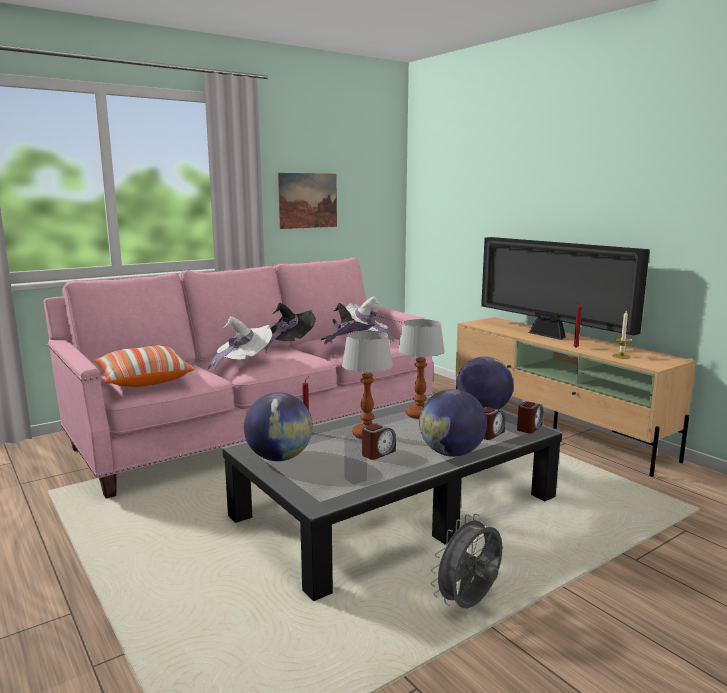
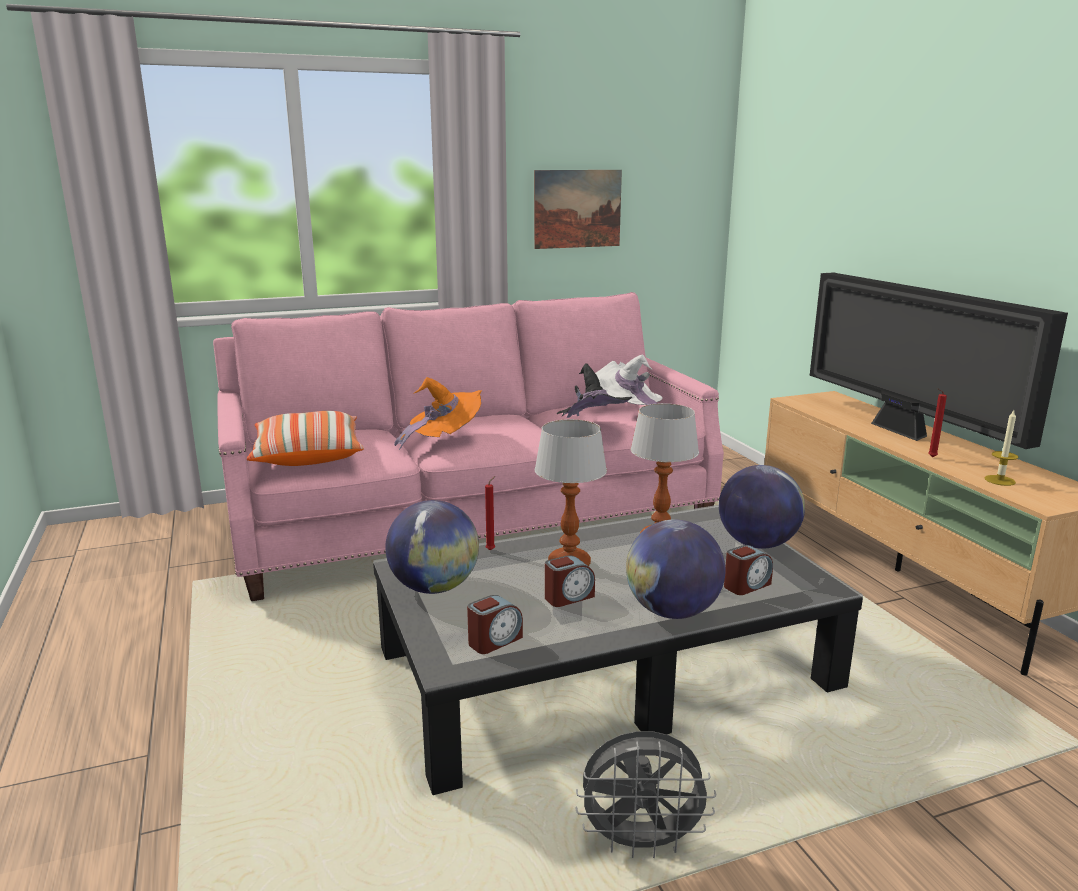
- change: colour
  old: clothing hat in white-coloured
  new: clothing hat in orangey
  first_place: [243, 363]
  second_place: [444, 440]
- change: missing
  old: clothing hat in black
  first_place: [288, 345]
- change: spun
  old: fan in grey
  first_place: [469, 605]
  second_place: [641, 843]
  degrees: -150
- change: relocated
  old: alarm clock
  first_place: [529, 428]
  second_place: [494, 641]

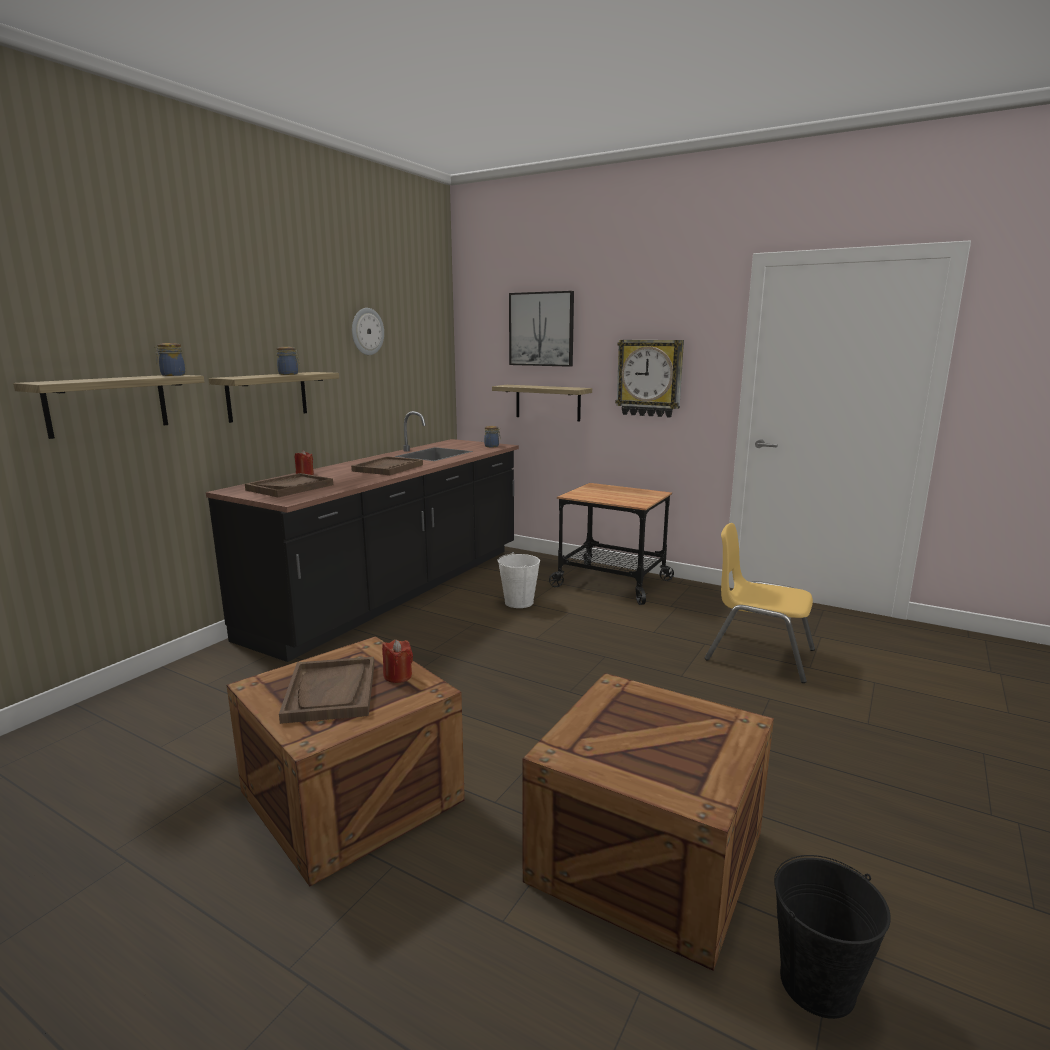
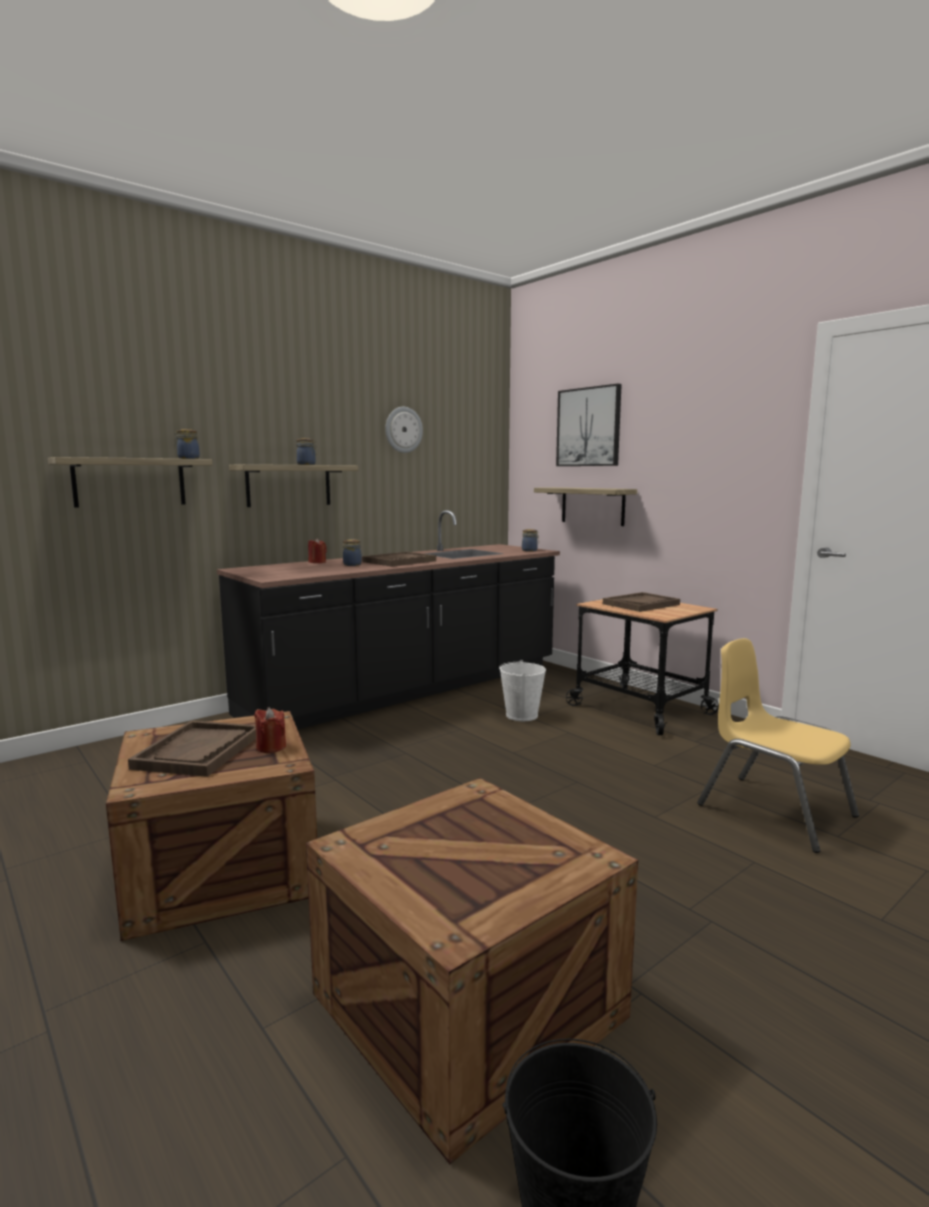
- change: relocated
  old: carrying tray in brown
  first_place: [290, 487]
  second_place: [641, 604]
- change: missing
  old: wall clock
  first_place: [649, 378]
- change: appeared
  new: storage jar
  second_place: [352, 564]

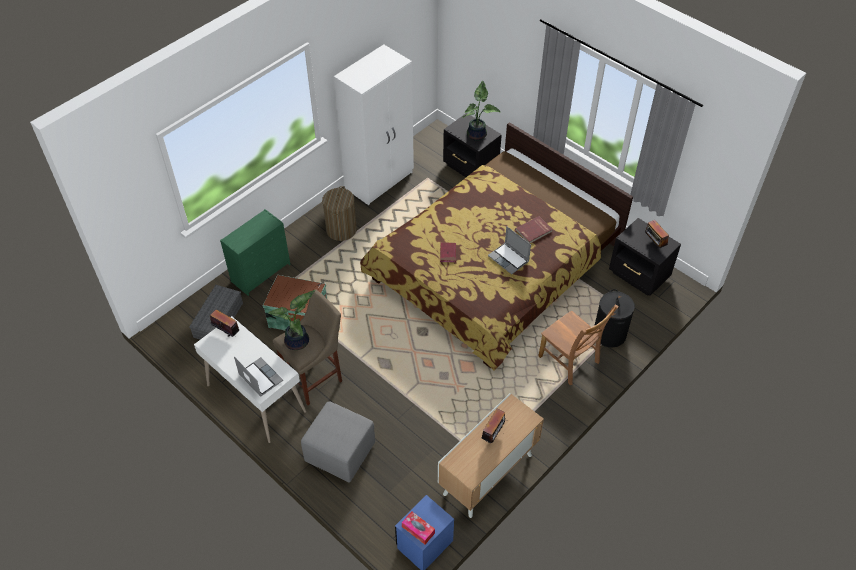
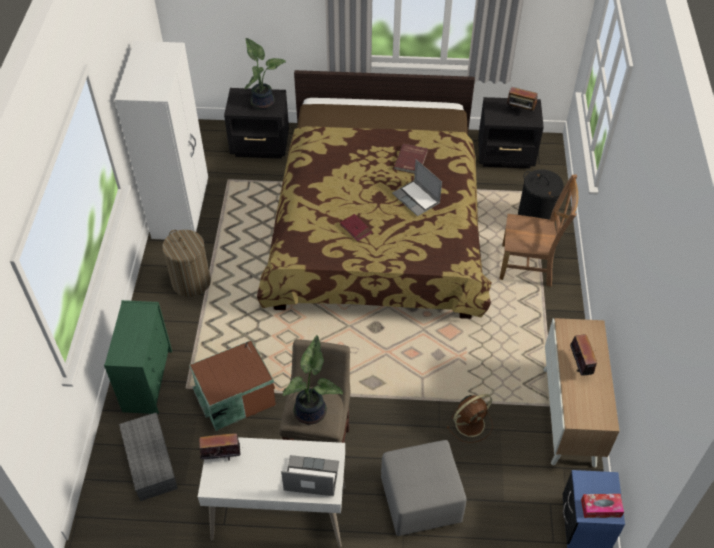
- change: spun
  old: notebook computer
  first_place: [509, 259]
  second_place: [417, 199]
  degrees: 45
- change: appeared
  new: fan in brown
  second_place: [471, 423]

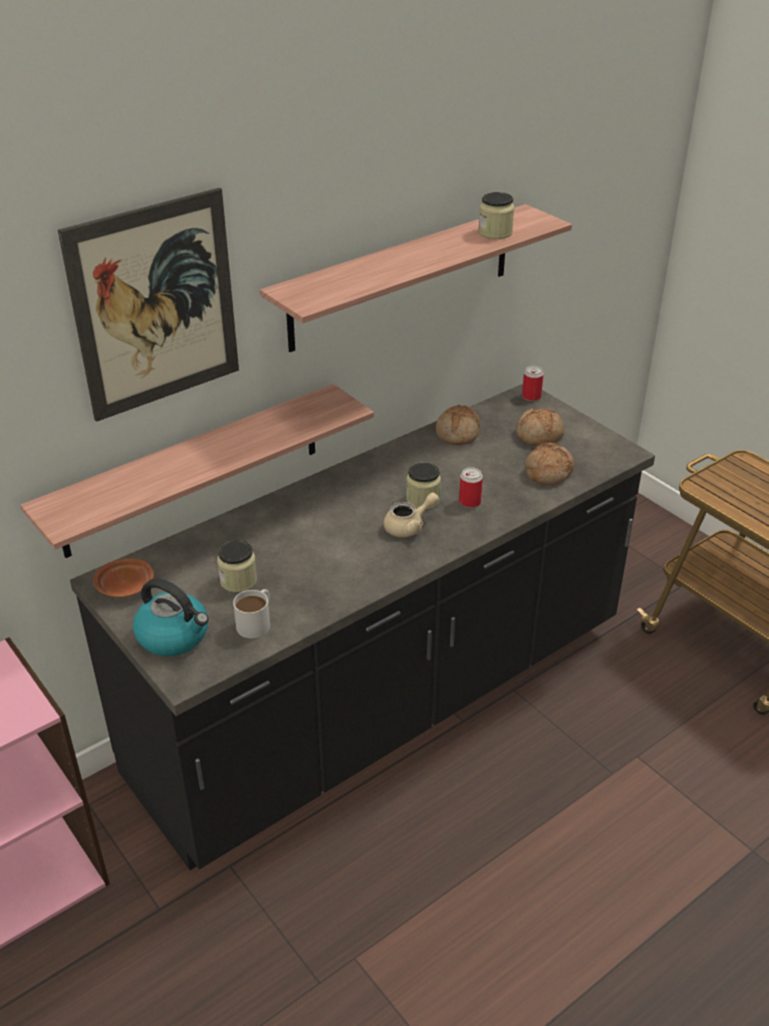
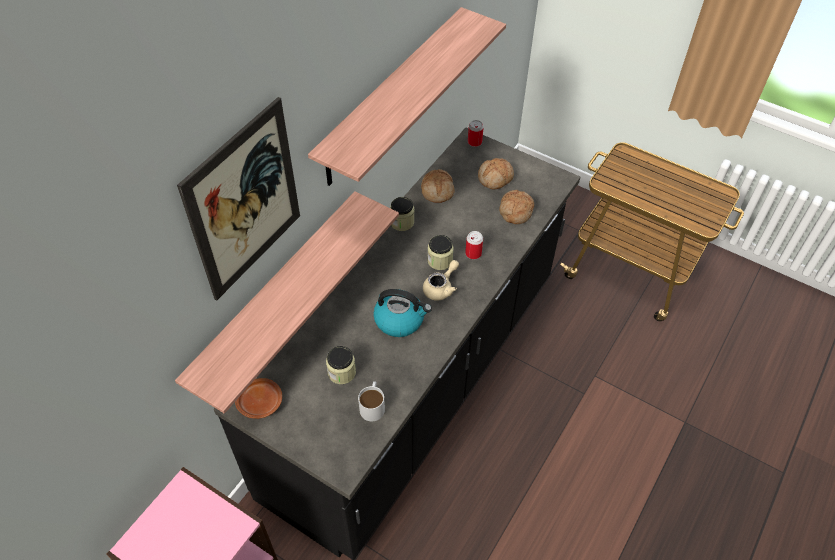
- change: relocated
  old: water kettle
  first_place: [174, 636]
  second_place: [400, 320]
- change: relocated
  old: storage jar
  first_place: [495, 232]
  second_place: [402, 222]

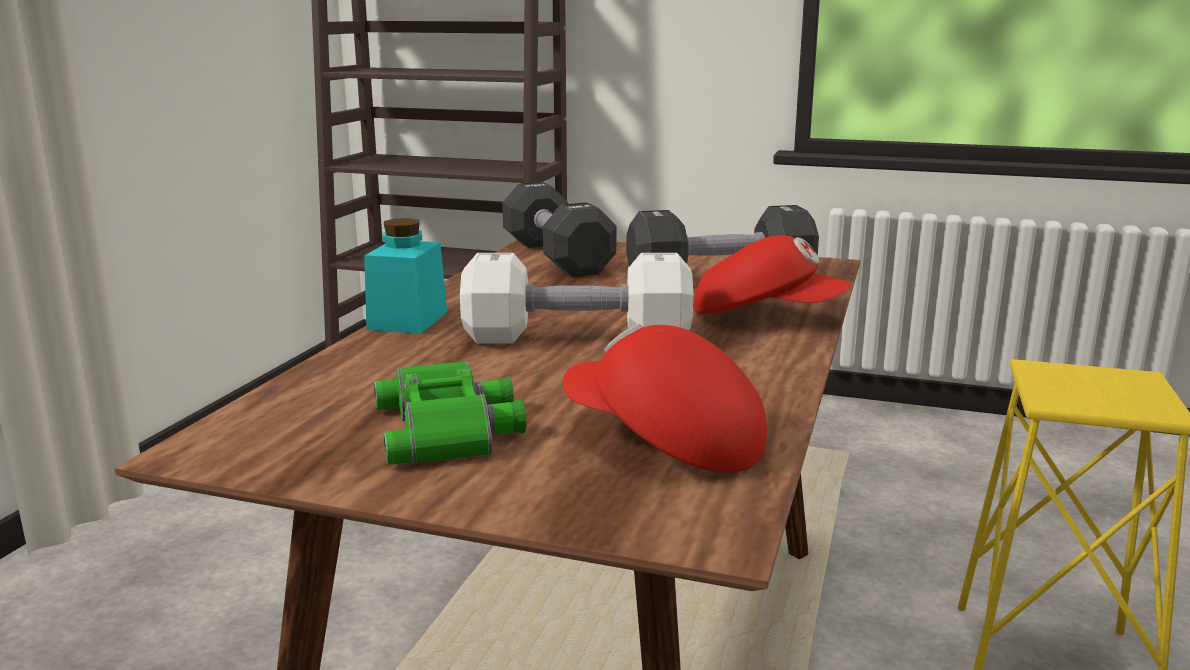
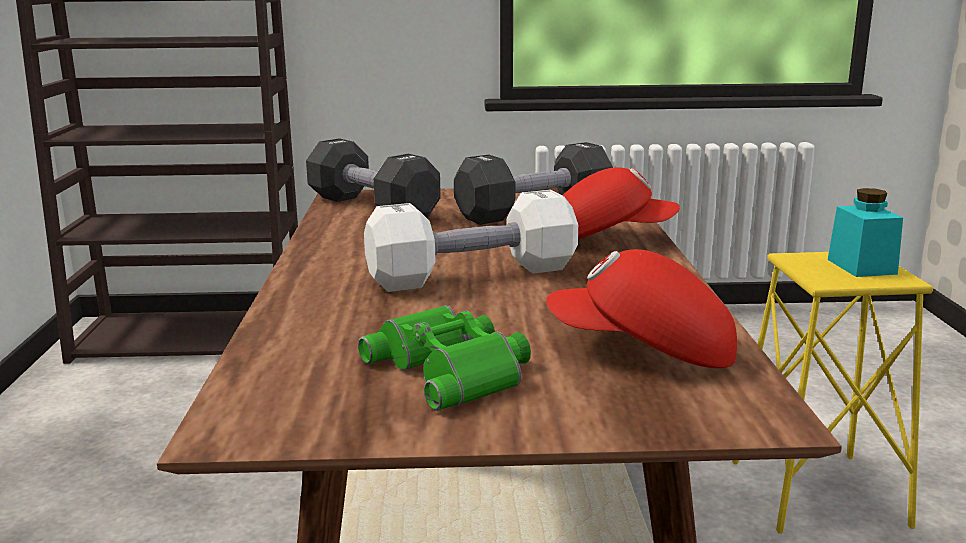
- change: relocated
  old: storage jar in blue-green
  first_place: [407, 320]
  second_place: [861, 267]

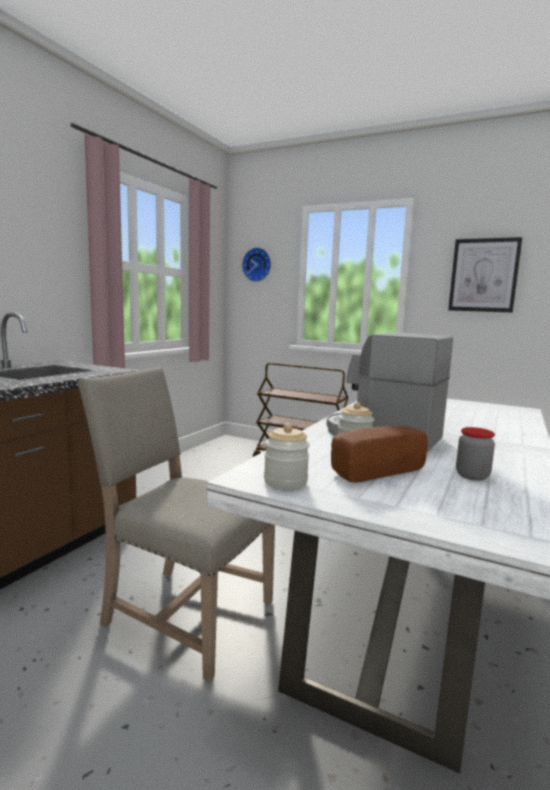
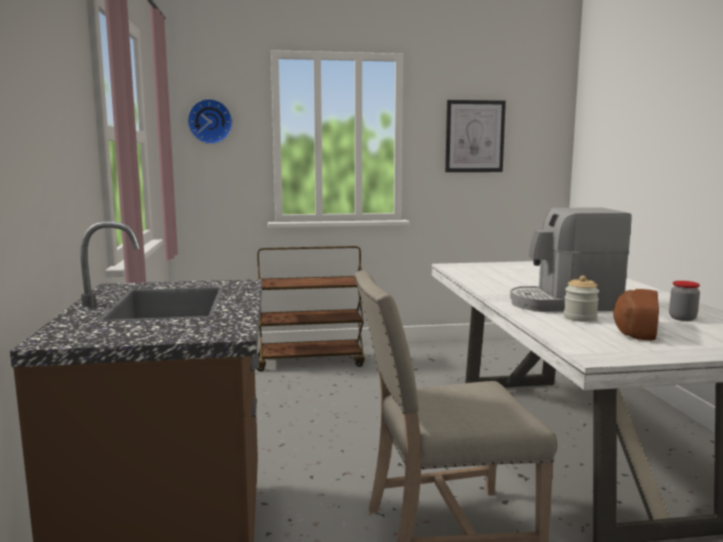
- change: missing
  old: storage jar
  first_place: [285, 481]

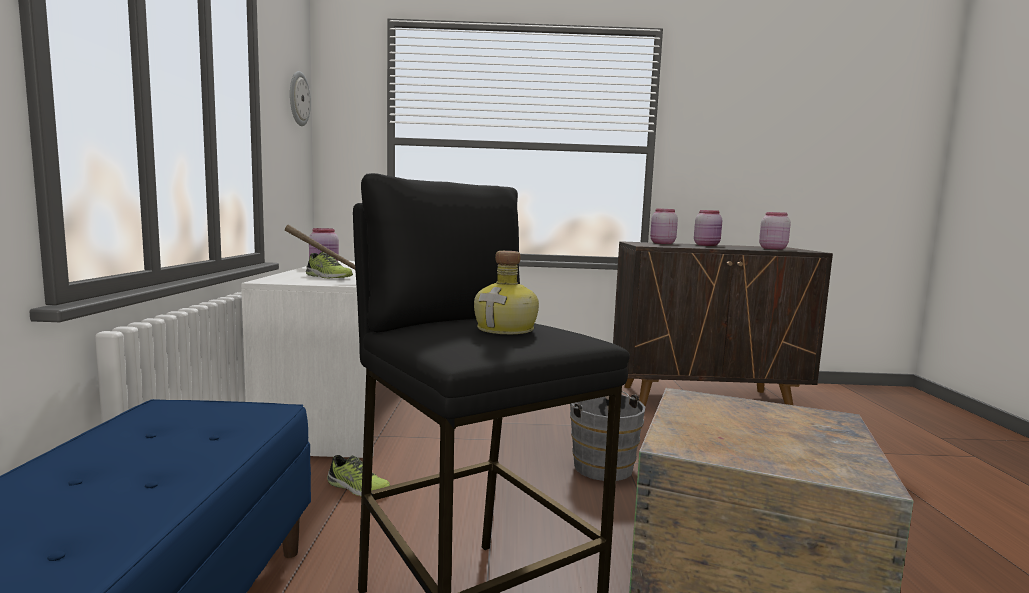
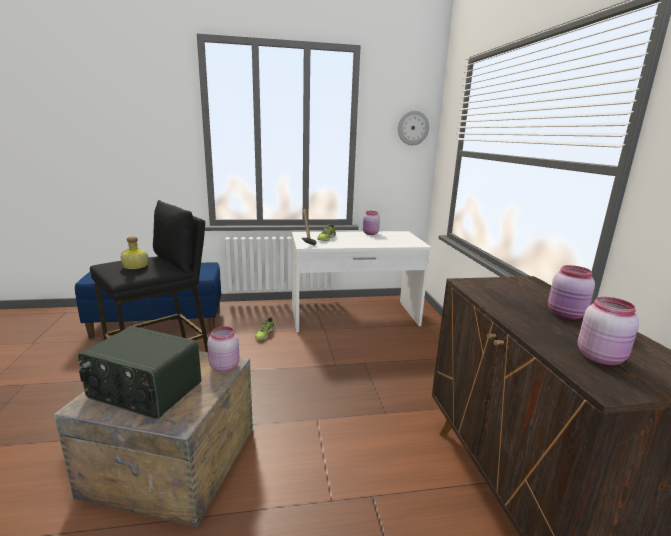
- change: missing
  old: water bucket in grey
  first_place: [600, 465]
- change: relocated
  old: storage jar in pink
  first_place: [661, 243]
  second_place: [224, 366]
- change: appeared
  new: radio set
  second_place: [144, 391]

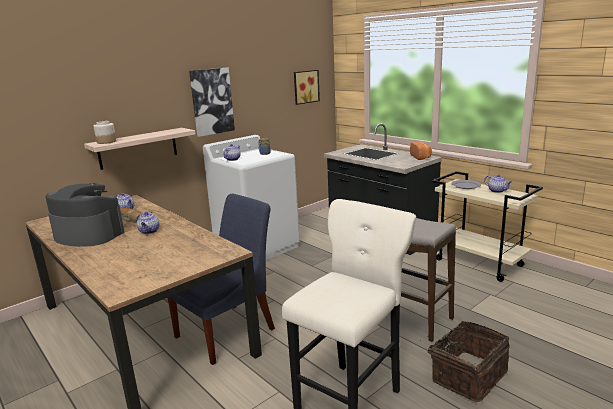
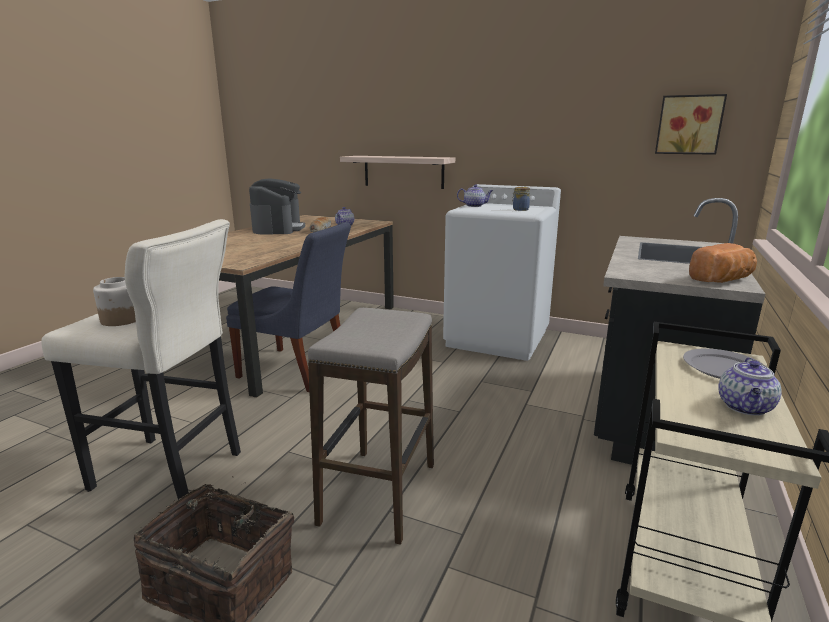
- change: relocated
  old: storage jar
  first_place: [106, 142]
  second_place: [121, 319]
- change: missing
  old: pot for tea
  first_place: [149, 231]
- change: missing
  old: picture
  first_place: [211, 101]

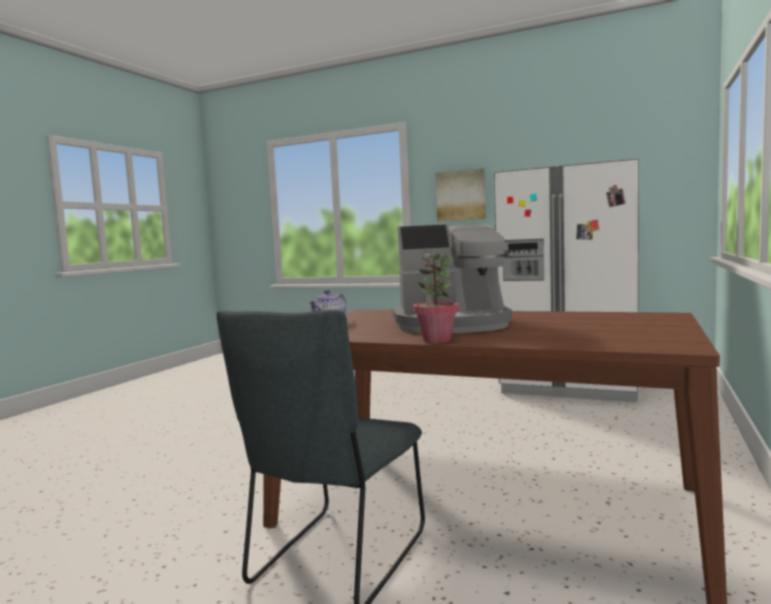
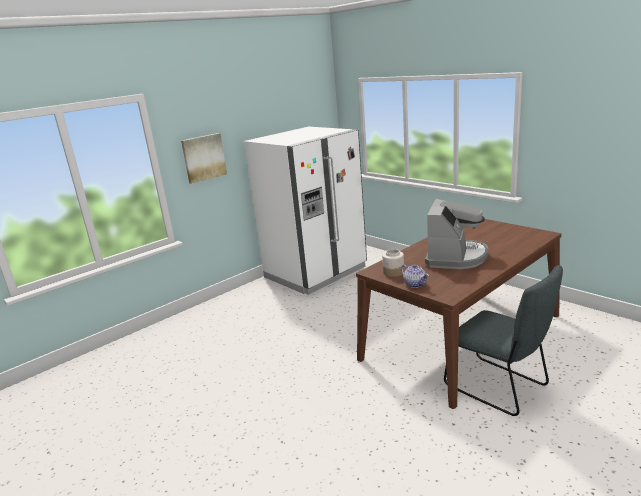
- change: missing
  old: plant in a pot
  first_place: [436, 340]
- change: appeared
  new: storage jar
  second_place: [393, 272]

